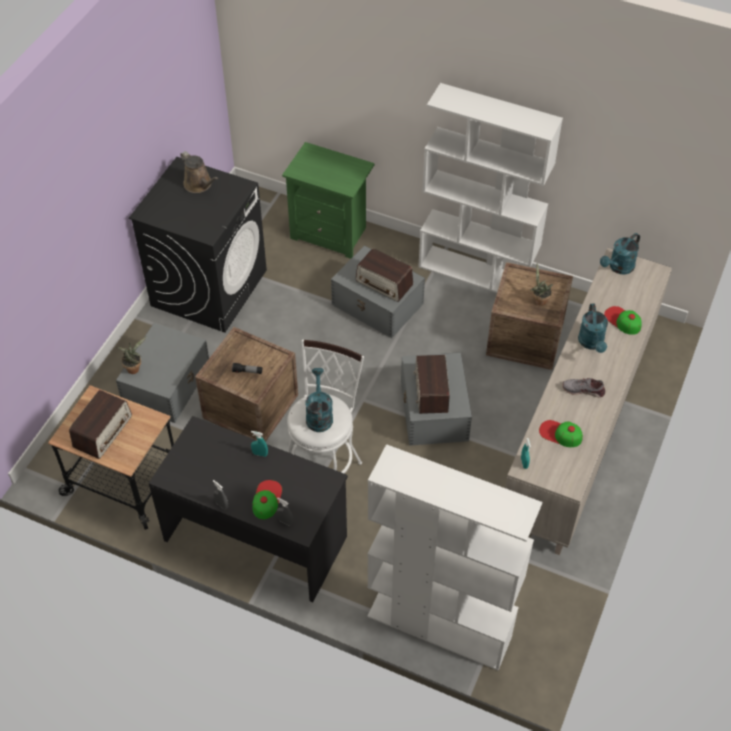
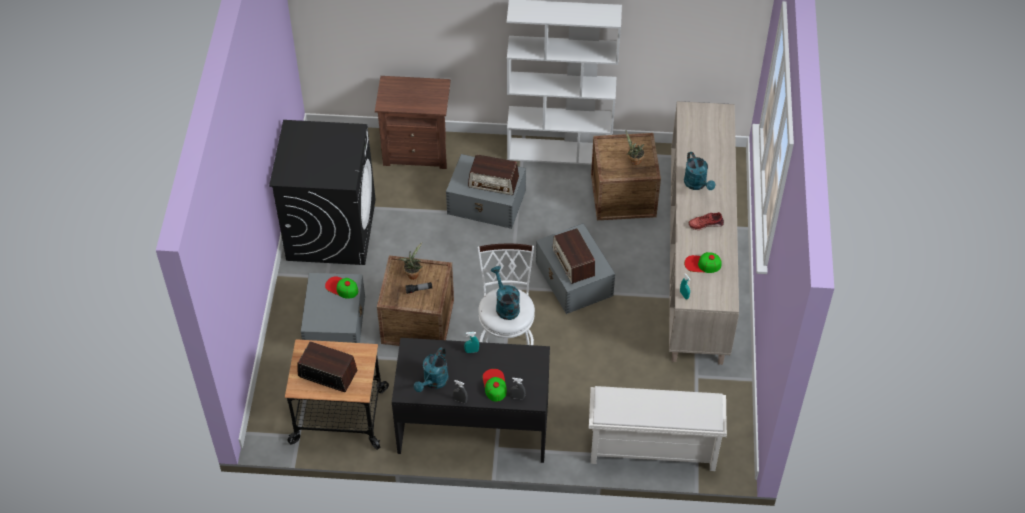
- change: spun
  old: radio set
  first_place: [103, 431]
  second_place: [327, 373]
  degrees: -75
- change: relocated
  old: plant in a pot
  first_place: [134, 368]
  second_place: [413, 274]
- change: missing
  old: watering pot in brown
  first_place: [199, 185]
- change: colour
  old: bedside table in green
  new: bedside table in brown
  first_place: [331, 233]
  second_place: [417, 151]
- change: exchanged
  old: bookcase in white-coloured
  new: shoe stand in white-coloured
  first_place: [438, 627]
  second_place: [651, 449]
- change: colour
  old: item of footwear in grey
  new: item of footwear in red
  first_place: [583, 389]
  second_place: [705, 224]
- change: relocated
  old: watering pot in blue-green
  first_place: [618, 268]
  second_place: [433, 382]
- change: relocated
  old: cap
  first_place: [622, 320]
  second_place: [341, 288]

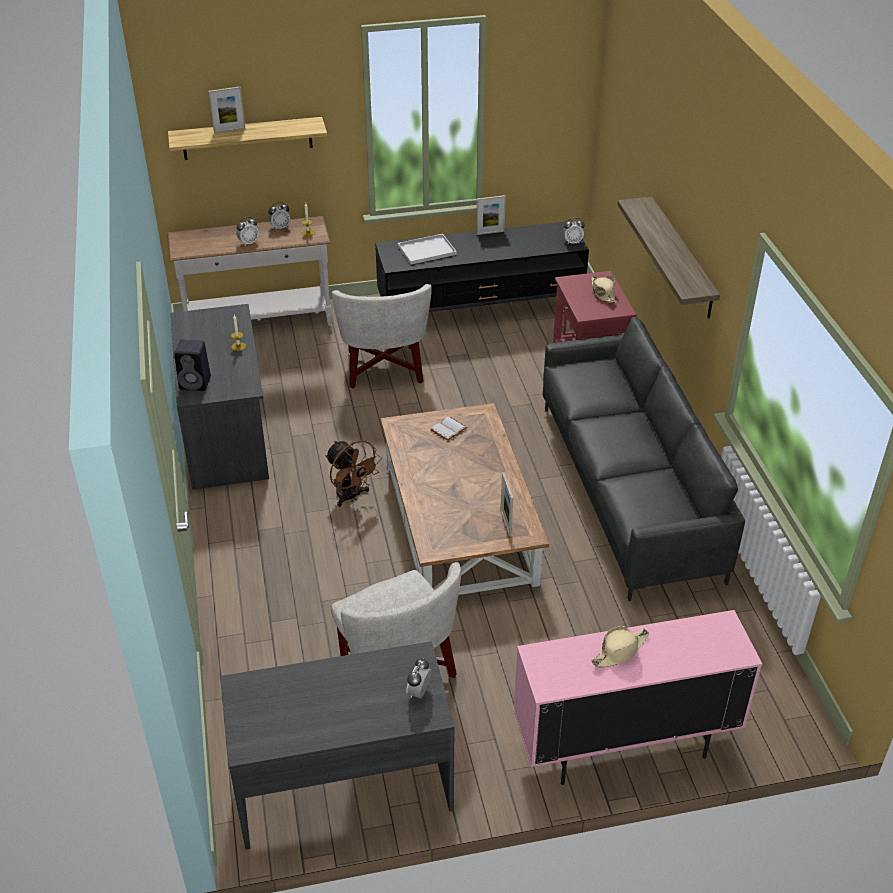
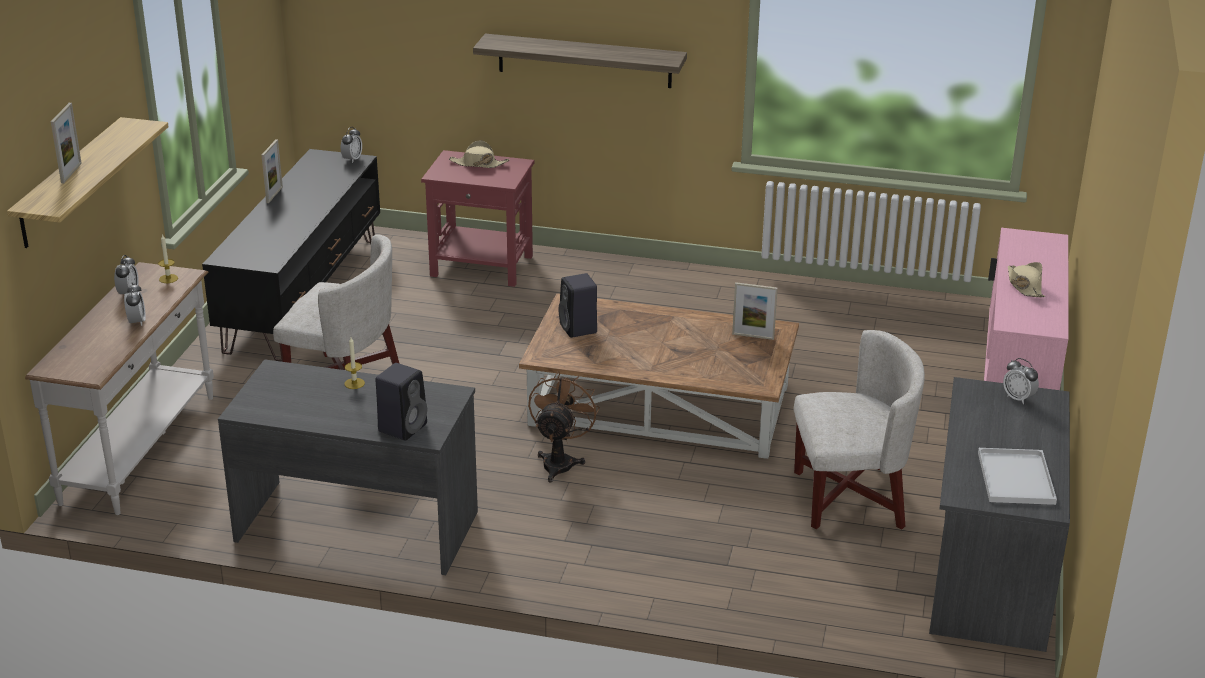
- change: spun
  old: fan in brown
  first_place: [351, 496]
  second_place: [560, 461]
  degrees: -60
- change: relocated
  old: carrying tray in white-coloured
  first_place: [426, 251]
  second_place: [1017, 479]
- change: exchanged
  old: bound book in white-coloured
  new: audio speaker in black
  first_place: [449, 430]
  second_place: [579, 329]
- change: missing
  old: couch in grey
  first_place: [626, 490]

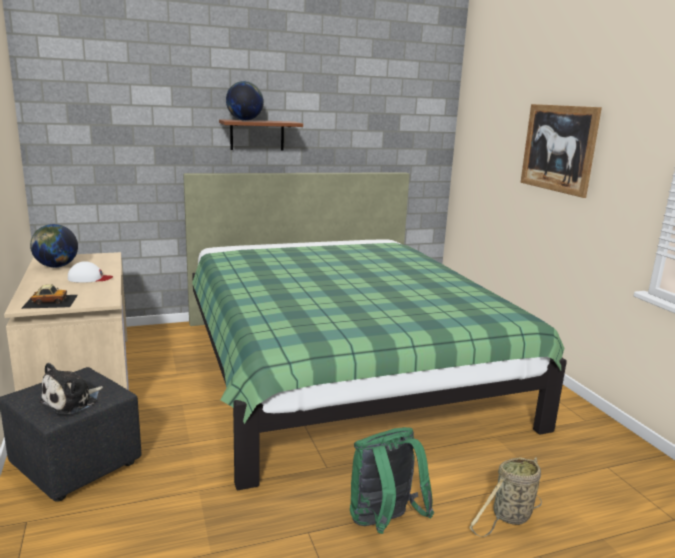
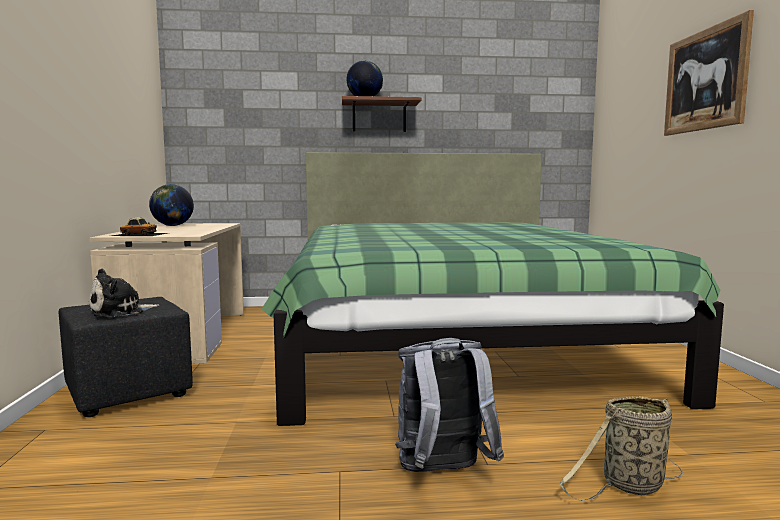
- change: missing
  old: cap in white-coloured
  first_place: [89, 278]
- change: colour
  old: knapsack in green
  new: knapsack in grey
  first_place: [383, 523]
  second_place: [442, 473]

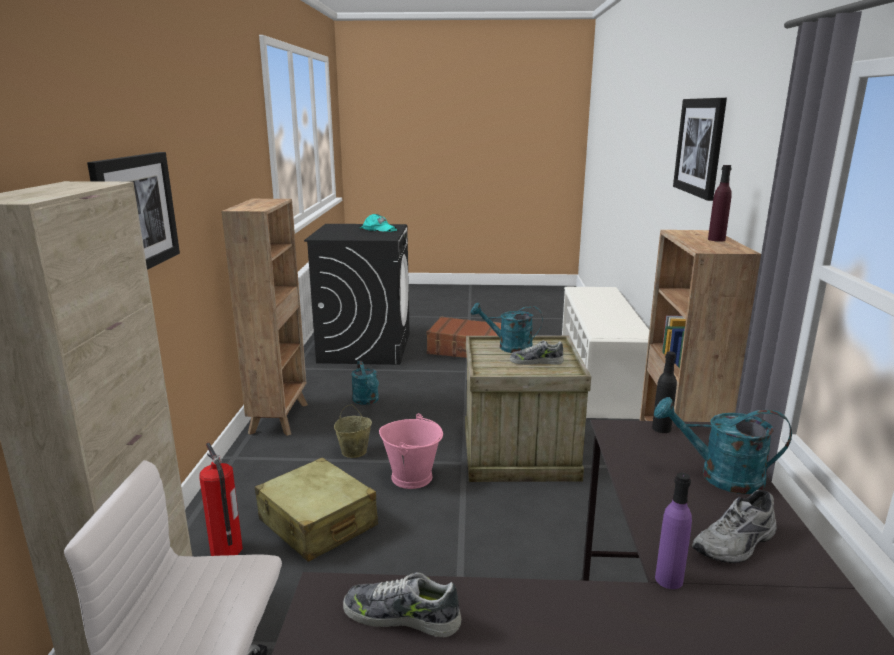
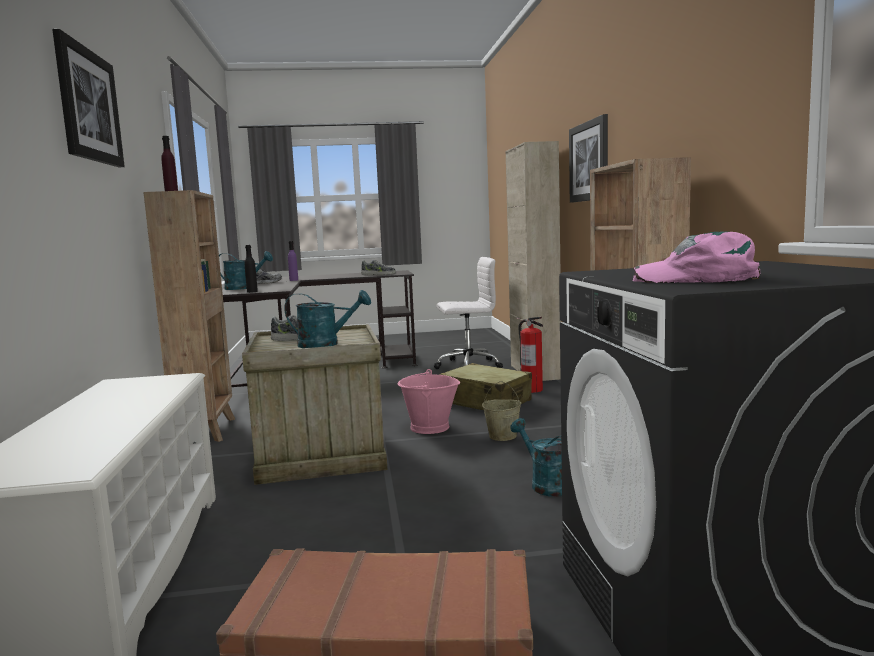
- change: colour
  old: cap in blue-green
  new: cap in pink
  first_place: [379, 229]
  second_place: [698, 279]

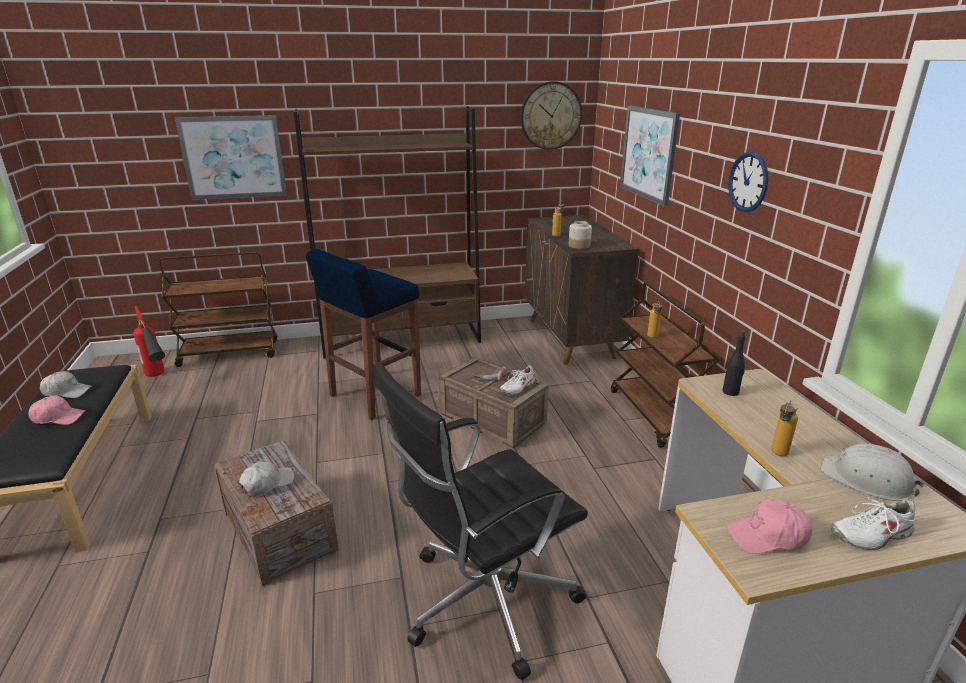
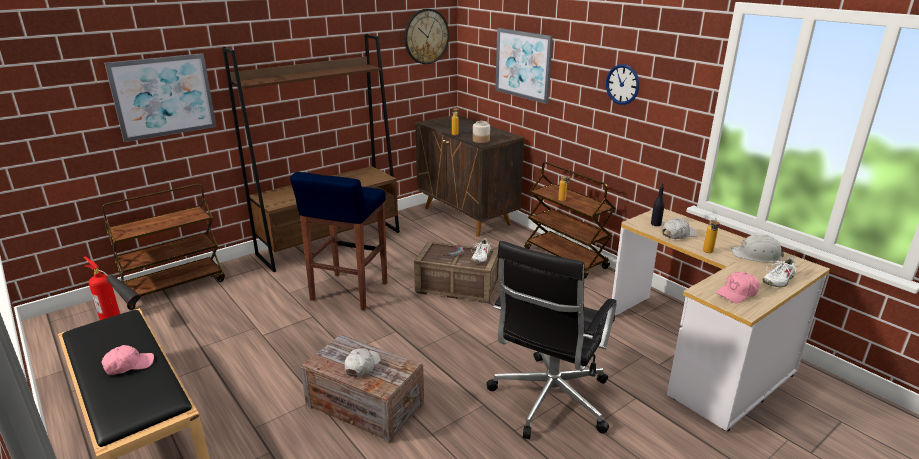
- change: relocated
  old: cap in white-coloured
  first_place: [67, 392]
  second_place: [678, 234]

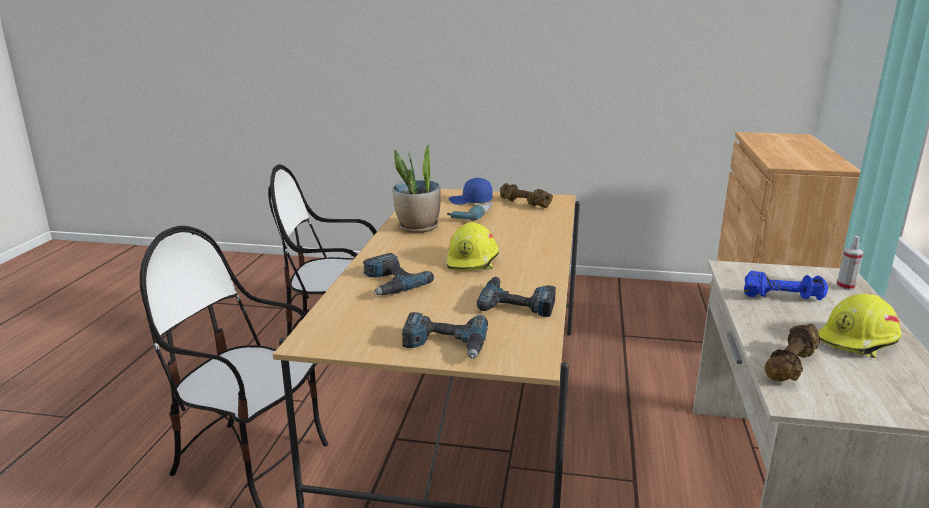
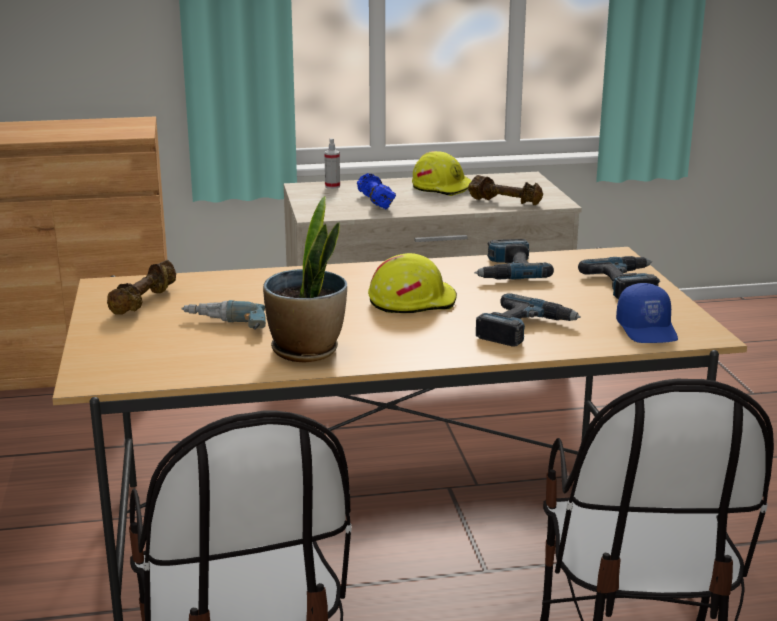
- change: relocated
  old: cap in bluish
  first_place: [470, 201]
  second_place: [648, 330]

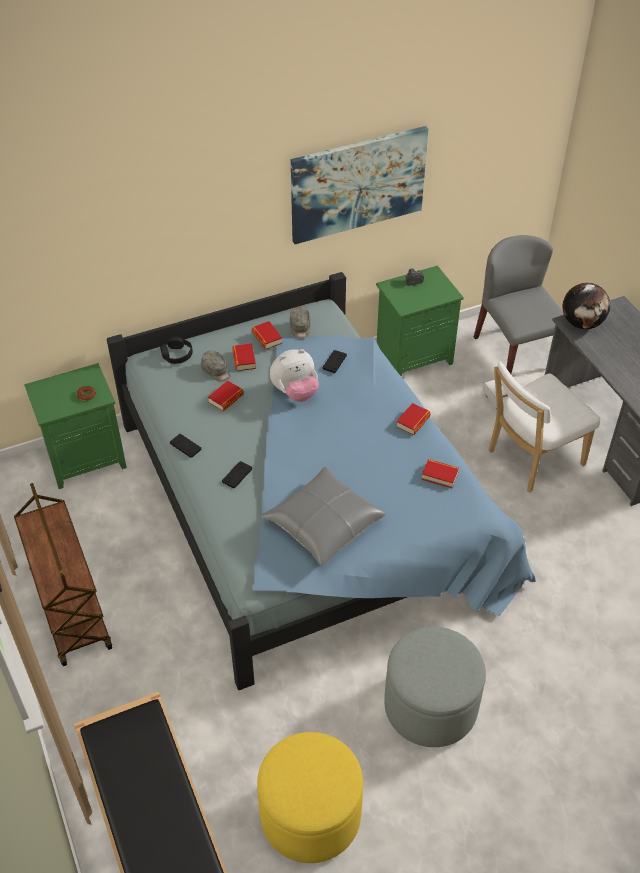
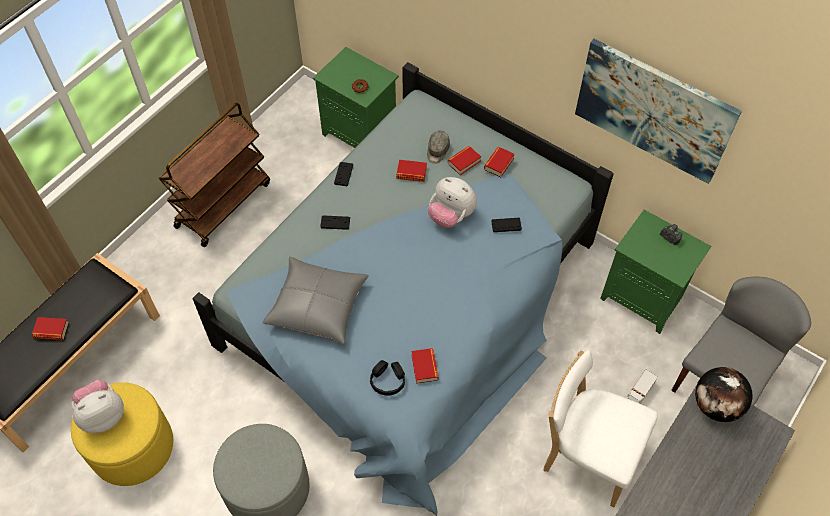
- change: relocated
  old: headphones in black
  first_place: [177, 355]
  second_place: [387, 380]
- change: missing
  old: cap in grey
  first_place: [300, 328]
- change: relocated
  old: bound book
  first_place: [413, 422]
  second_place: [51, 330]
- change: appeared
  new: soft toy
  second_place: [103, 415]

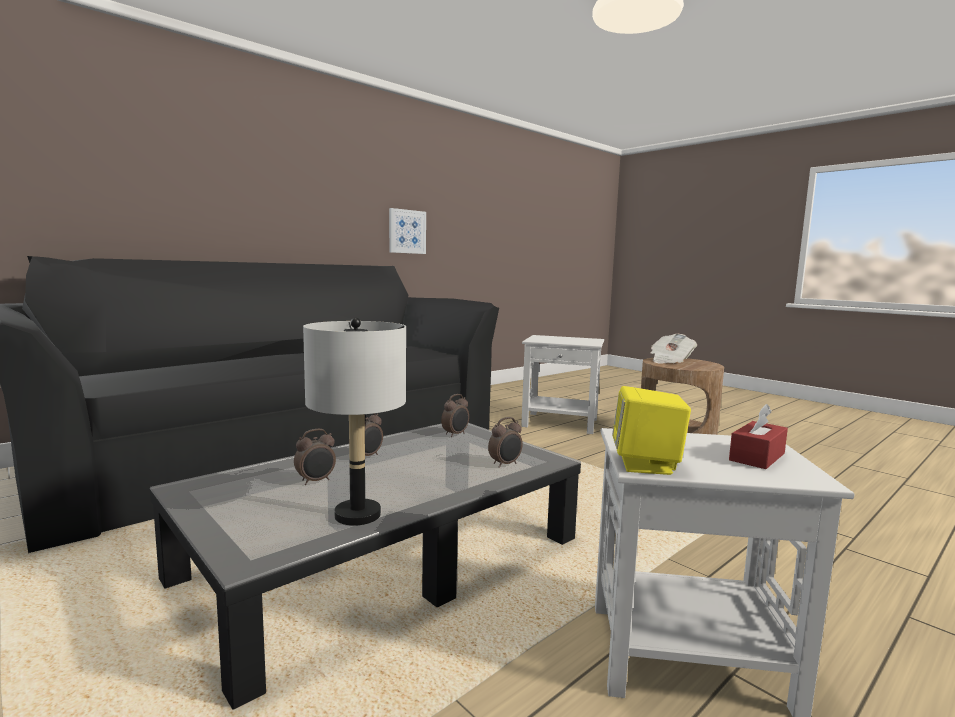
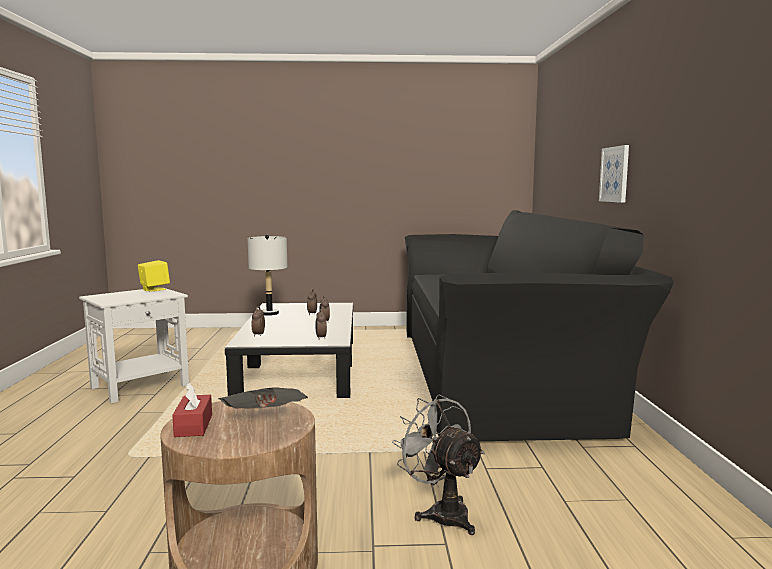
- change: relocated
  old: picture
  first_place: [407, 231]
  second_place: [615, 174]
- change: exchanged
  old: end table in white-coloured
  new: fan in grey
  first_place: [561, 423]
  second_place: [442, 512]
- change: relocated
  old: tissue box in red
  first_place: [757, 457]
  second_place: [193, 425]

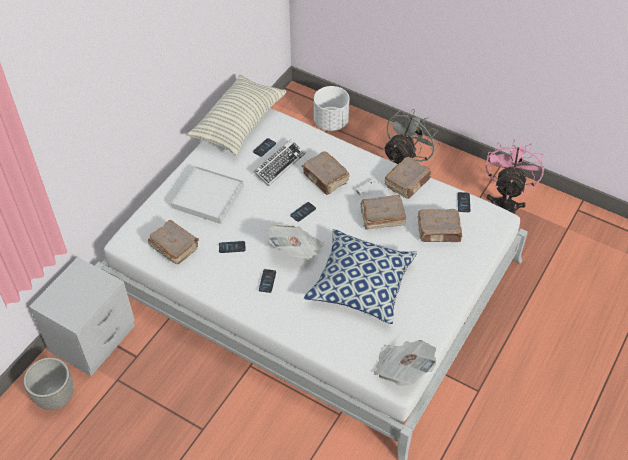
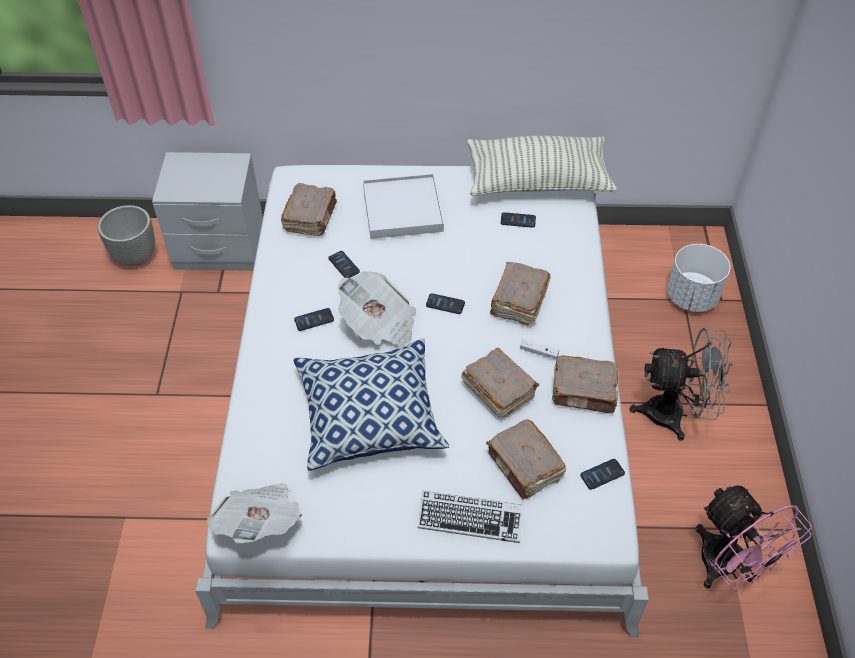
- change: relocated
  old: keyboard
  first_place: [279, 164]
  second_place: [470, 519]
- change: spun
  old: fan in pink
  first_place: [505, 204]
  second_place: [728, 568]
  degrees: 75

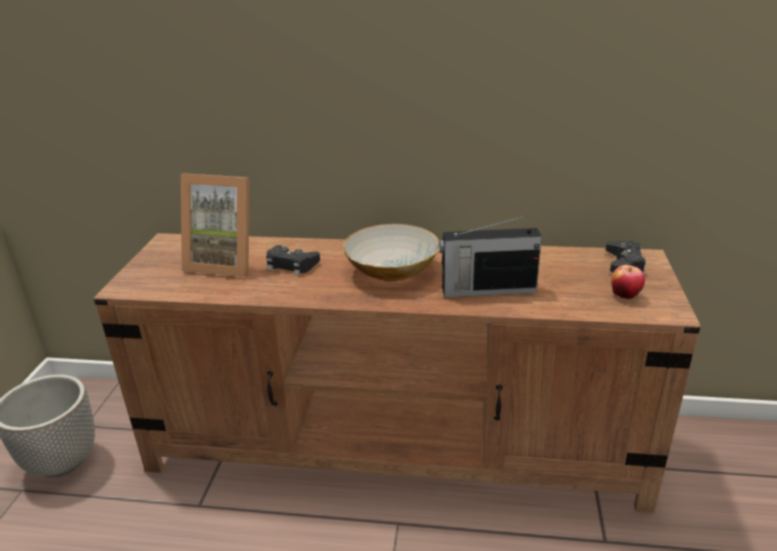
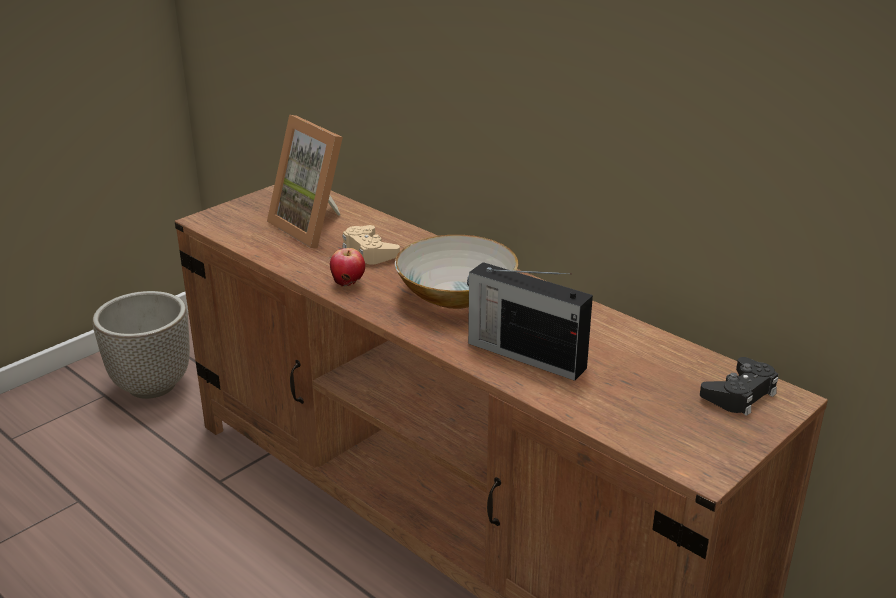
- change: colour
  old: game controller in black
  new: game controller in sand-coloured
  first_place: [291, 265]
  second_place: [369, 252]
- change: relocated
  old: whole apple
  first_place: [625, 296]
  second_place: [348, 284]

